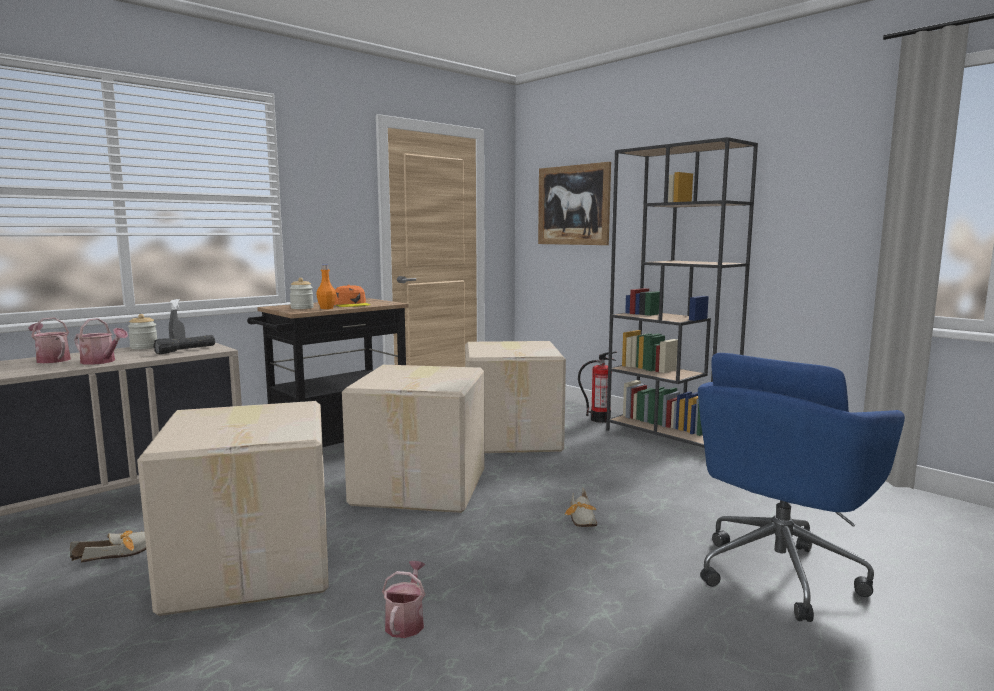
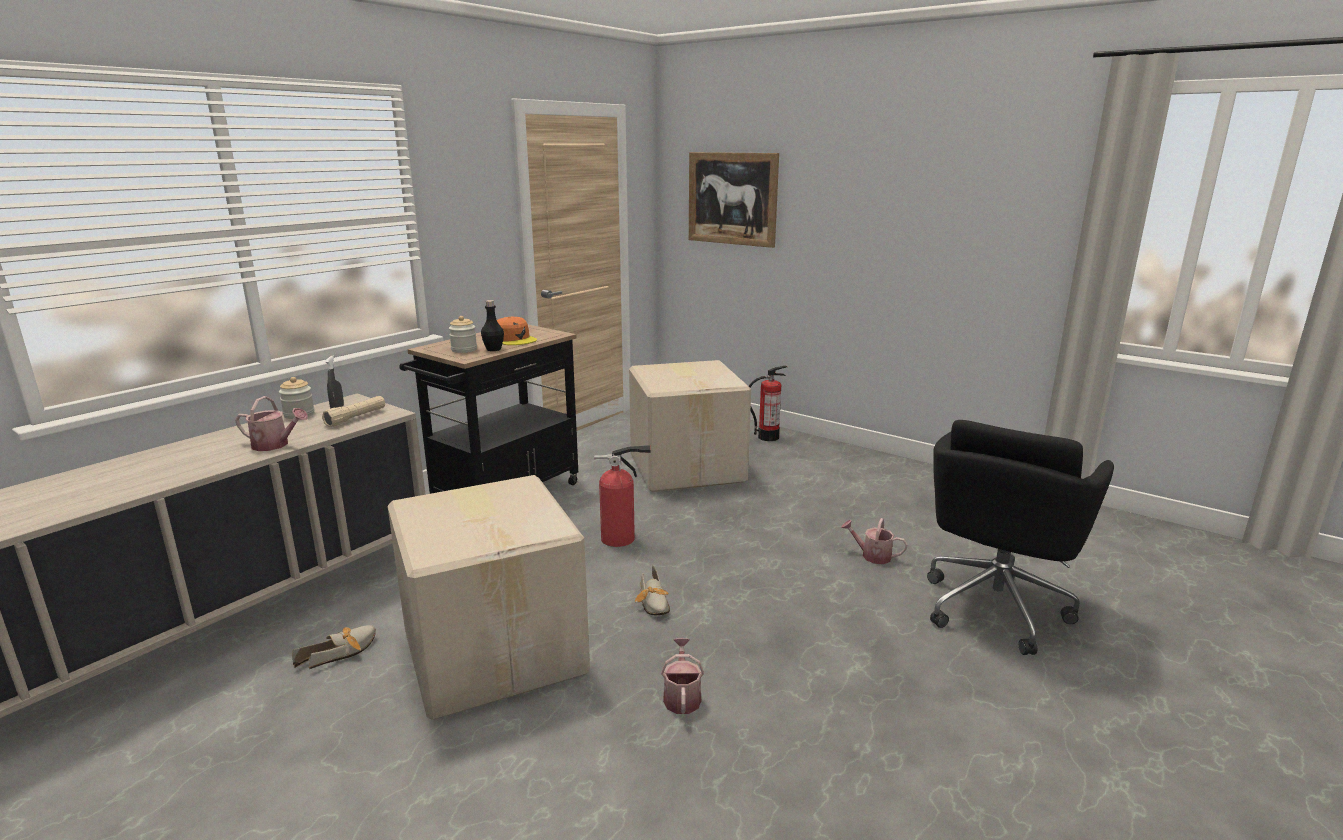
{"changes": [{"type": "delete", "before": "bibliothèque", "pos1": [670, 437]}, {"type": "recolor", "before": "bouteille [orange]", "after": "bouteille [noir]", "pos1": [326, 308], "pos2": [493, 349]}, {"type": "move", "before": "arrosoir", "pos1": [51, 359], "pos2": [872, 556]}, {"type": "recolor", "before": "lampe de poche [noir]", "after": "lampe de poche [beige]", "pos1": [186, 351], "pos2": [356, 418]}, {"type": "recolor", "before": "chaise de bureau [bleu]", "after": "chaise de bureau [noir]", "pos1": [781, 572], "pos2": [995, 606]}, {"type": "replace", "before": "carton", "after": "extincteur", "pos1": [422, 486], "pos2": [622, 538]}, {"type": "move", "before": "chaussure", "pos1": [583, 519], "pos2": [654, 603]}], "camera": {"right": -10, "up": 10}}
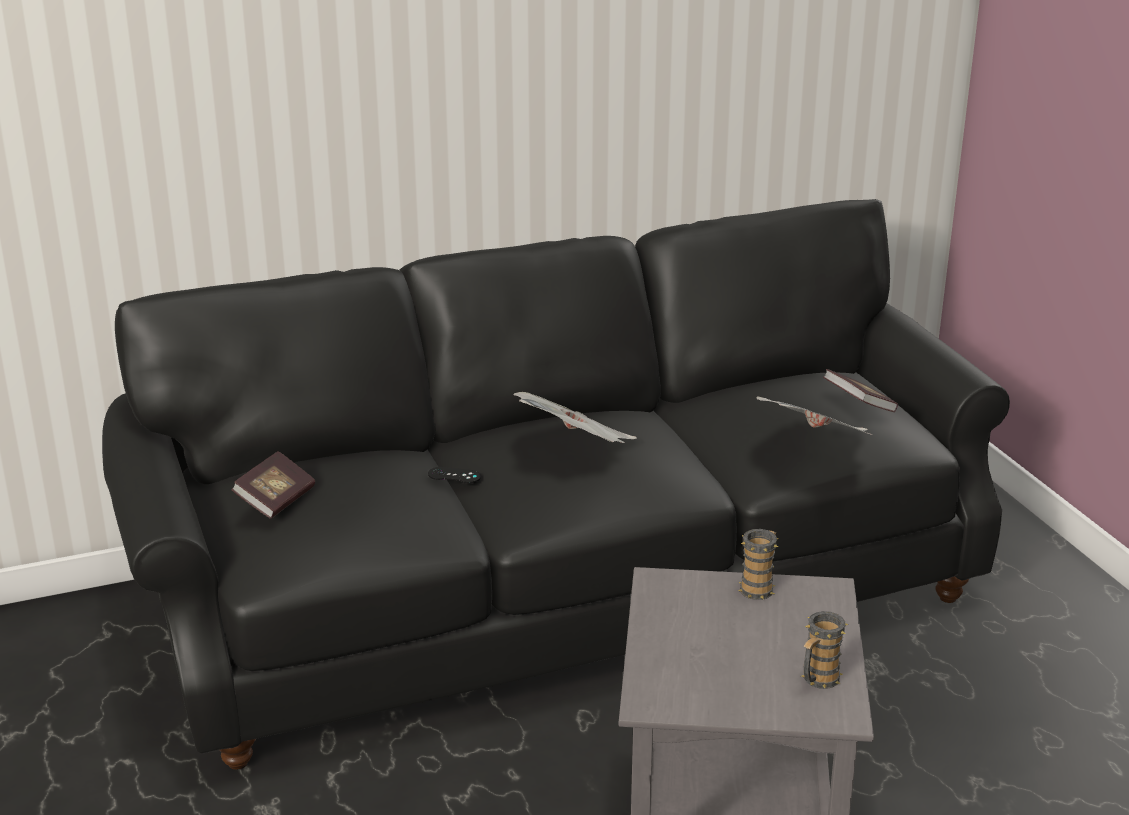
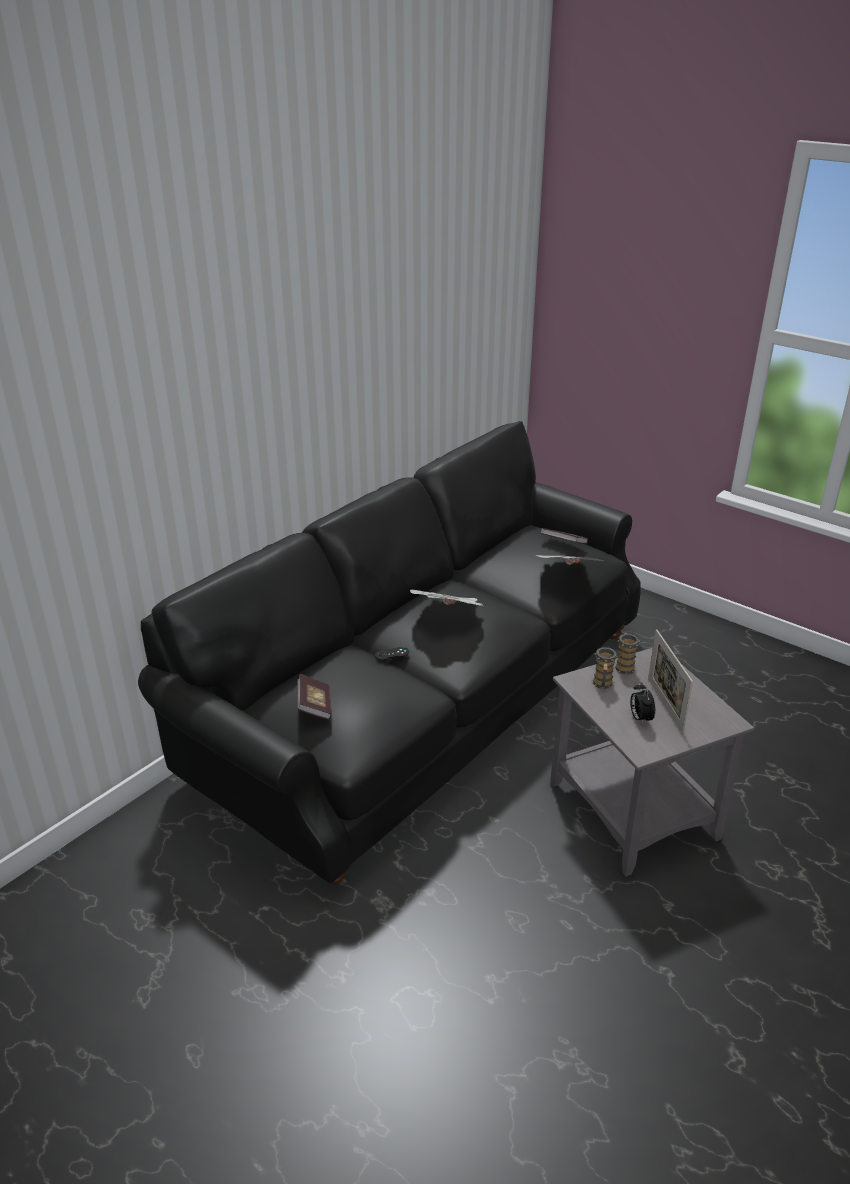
{"changes": [{"type": "move", "before": "mug", "pos1": [817, 681], "pos2": [602, 685]}, {"type": "insert", "after": "cadre photo", "pos2": [665, 705]}, {"type": "insert", "after": "réveil", "pos2": [640, 718]}], "camera": {"right": -30, "up": 5}}
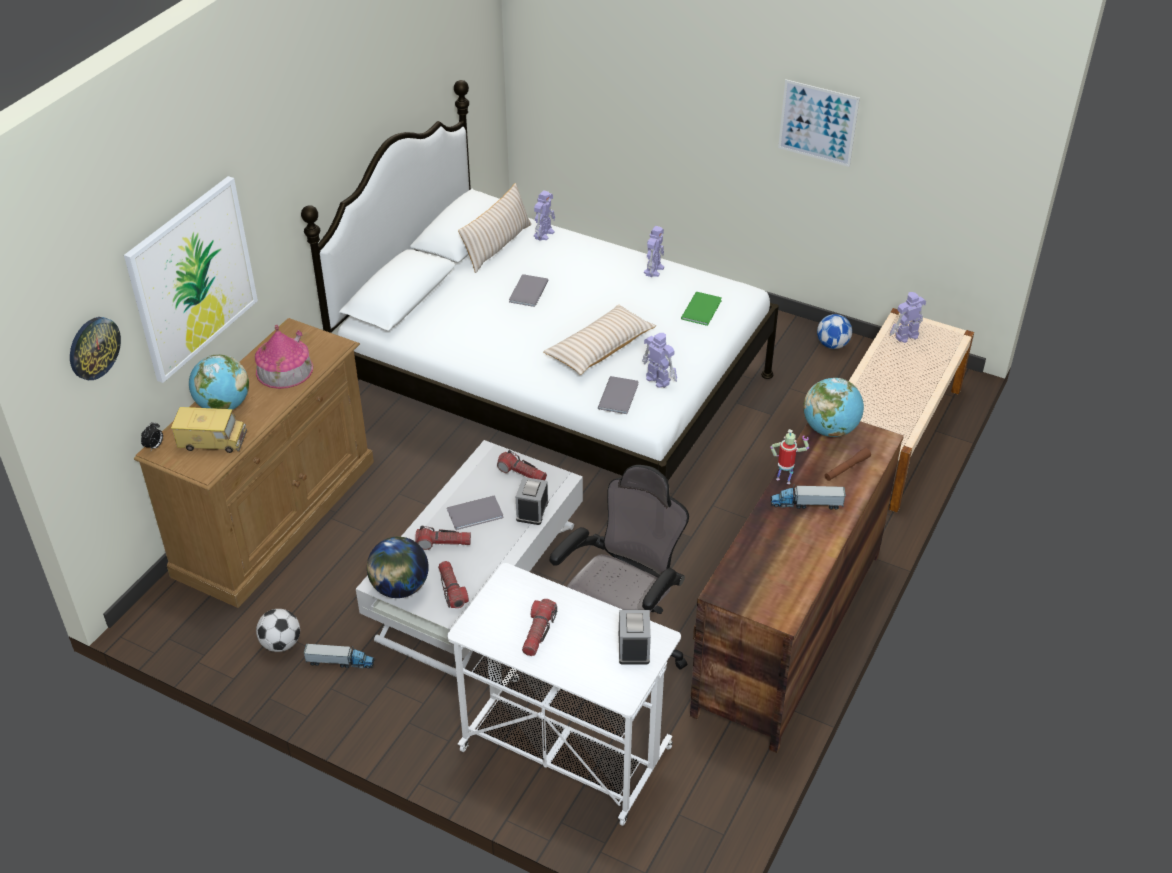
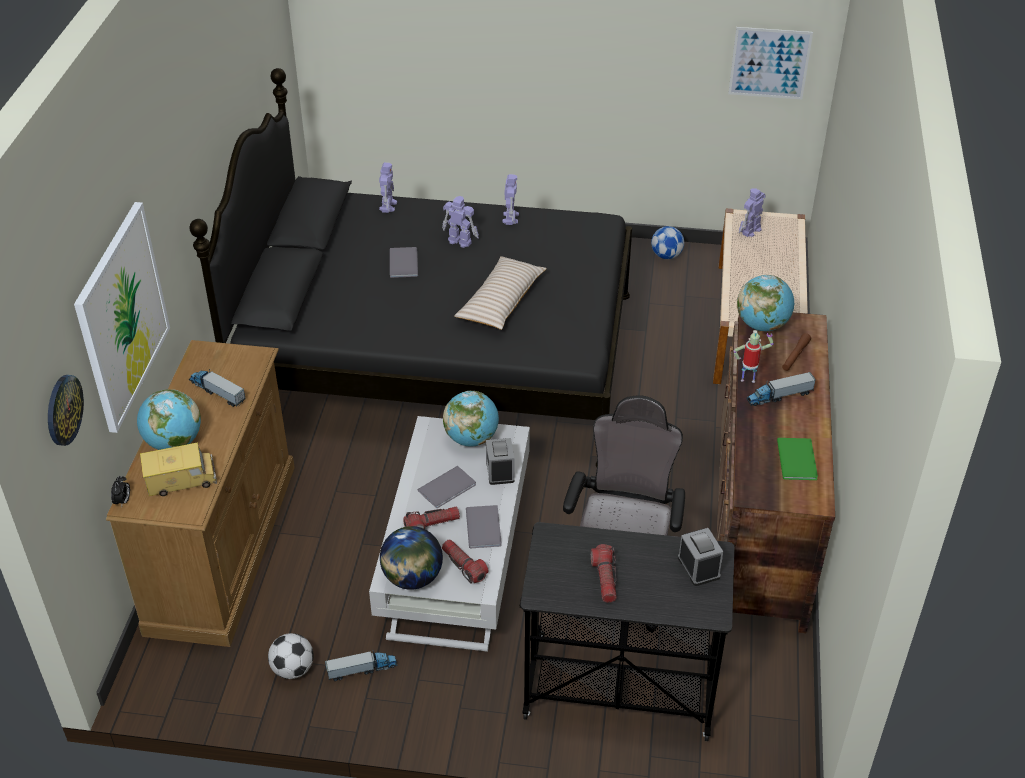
{"changes": [{"type": "recolor", "before": "lit [blanc]", "after": "lit [noir]", "pos1": [556, 395], "pos2": [440, 360]}, {"type": "move", "before": "tableau", "pos1": [818, 123], "pos2": [769, 63]}, {"type": "delete", "before": "coussin [beige]", "pos1": [497, 246]}, {"type": "move", "before": "livre [vert]", "pos1": [703, 309], "pos2": [798, 459]}, {"type": "replace", "before": "maison miniature", "after": "camion jouet", "pos1": [284, 370], "pos2": [217, 392]}, {"type": "move", "before": "robot jouet", "pos1": [657, 379], "pos2": [459, 241]}, {"type": "move", "before": "livre [gris]", "pos1": [620, 395], "pos2": [485, 526]}, {"type": "replace", "before": "lampe de poche", "after": "globe", "pos1": [522, 473], "pos2": [471, 438]}, {"type": "recolor", "before": "bureau [blanc]", "after": "bureau [noir]", "pos1": [564, 749], "pos2": [618, 687]}], "camera": {"right": -20, "up": 0}}
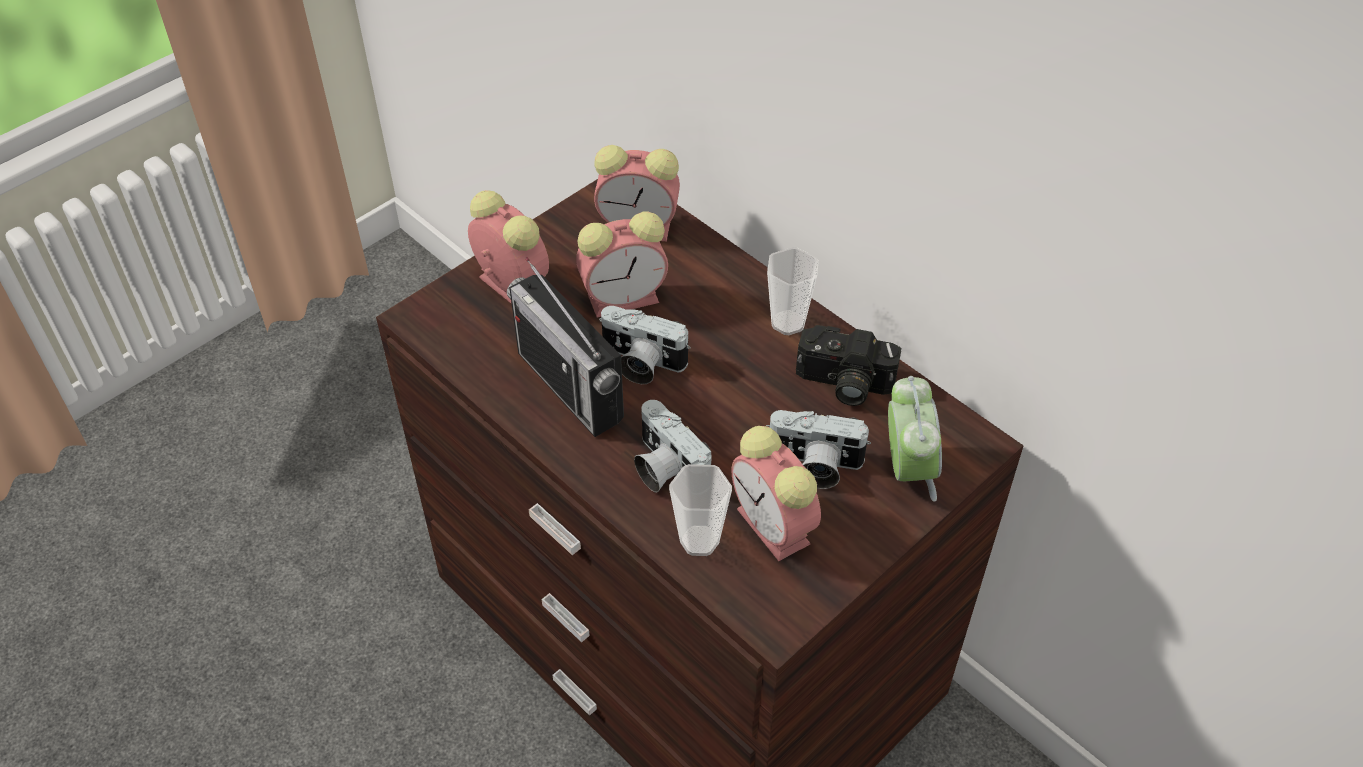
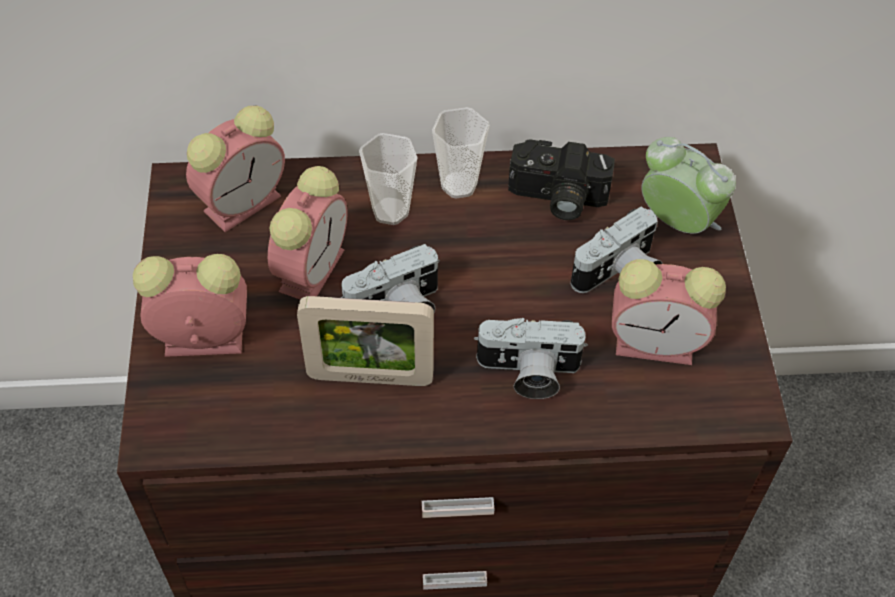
{"changes": [{"type": "replace", "before": "radio", "after": "cadre photo", "pos1": [570, 386], "pos2": [370, 377]}, {"type": "rotate", "before": "appareil photo", "pos1": [843, 384], "pos2": [556, 198], "turn": 45}, {"type": "move", "before": "tasse", "pos1": [699, 541], "pos2": [390, 211]}], "camera": {"right": -50, "up": 5}}
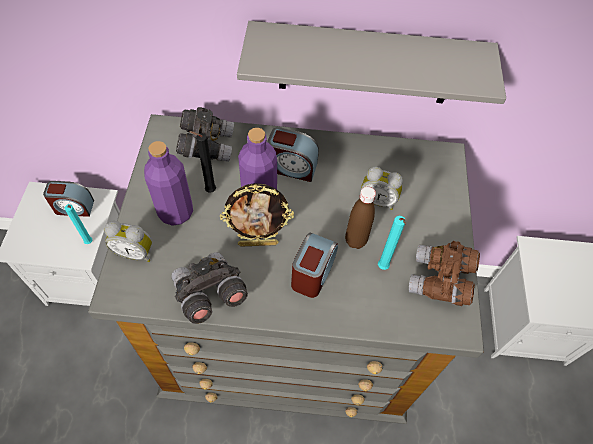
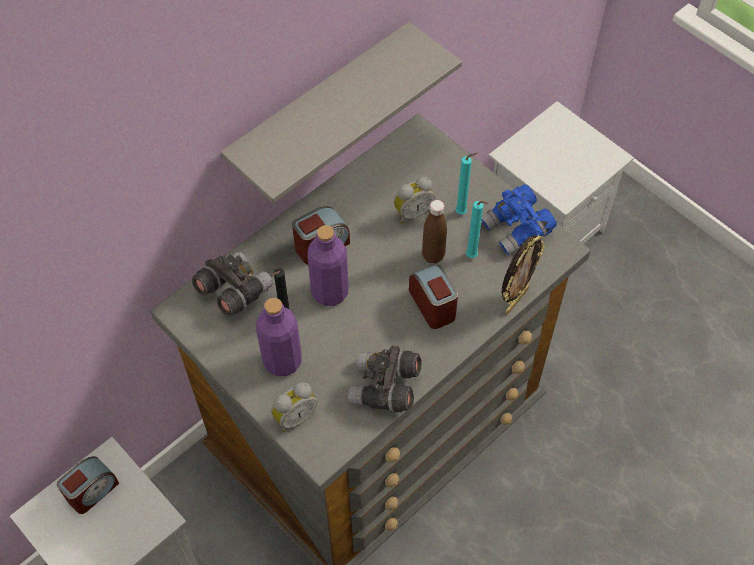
{"changes": [{"type": "move", "before": "cadre photo", "pos1": [258, 243], "pos2": [515, 300]}, {"type": "move", "before": "bougie [turquoise]", "pos1": [89, 243], "pos2": [463, 212]}, {"type": "recolor", "before": "jumelles [marron]", "after": "jumelles [bleu]", "pos1": [440, 281], "pos2": [517, 229]}], "camera": {"right": -45, "up": 0}}
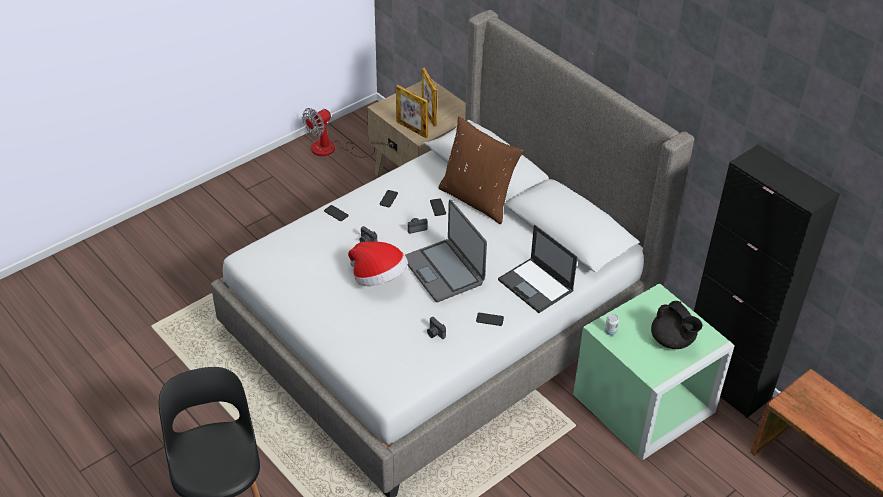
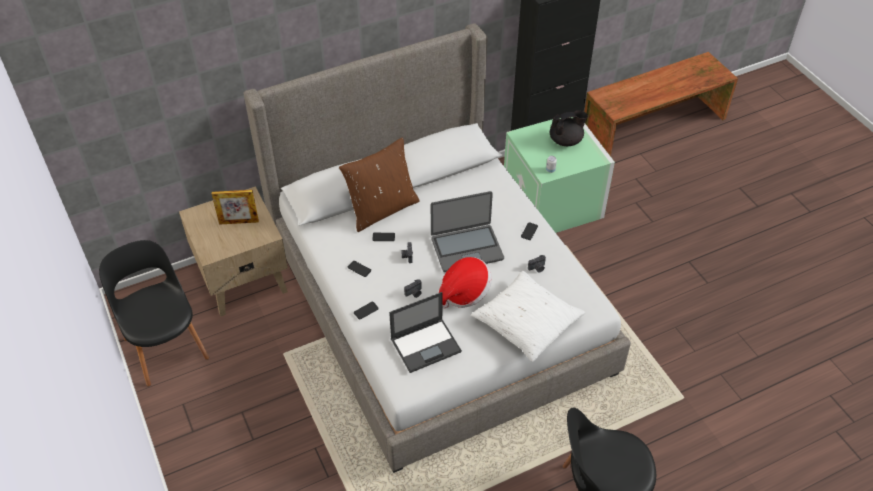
{"changes": [{"type": "delete", "before": "cadre photo", "pos1": [412, 129]}, {"type": "replace", "before": "ventilateur", "after": "chaise [noir]", "pos1": [332, 149], "pos2": [165, 345]}, {"type": "move", "before": "ordinateur portable", "pos1": [536, 286], "pos2": [426, 345]}, {"type": "insert", "after": "coussin [blanc]", "pos2": [526, 322]}], "camera": {"right": -75, "up": 5}}
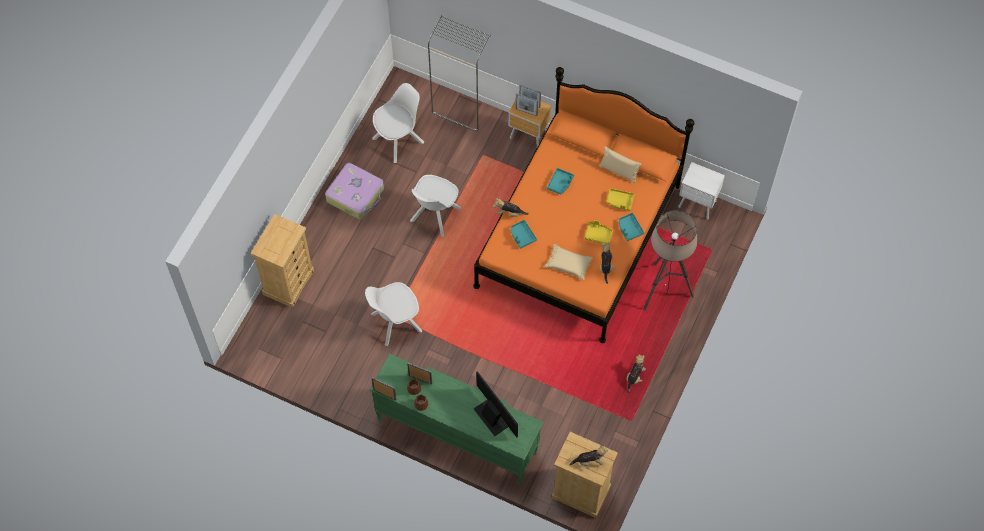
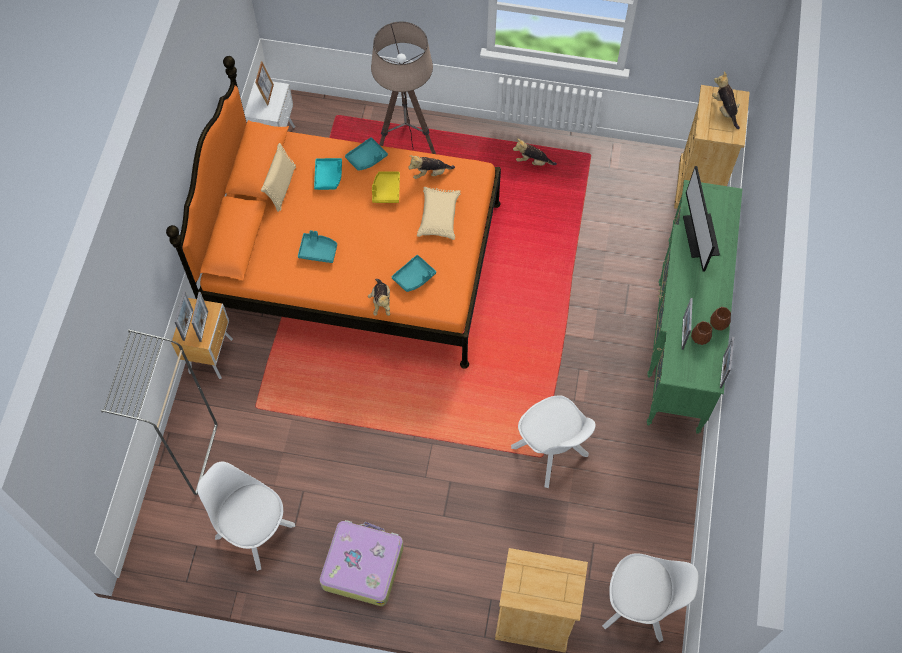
{"changes": [{"type": "move", "before": "chaise [blanc]", "pos1": [435, 215], "pos2": [638, 606]}, {"type": "recolor", "before": "plateau [jaune]", "after": "plateau [turquoise]", "pos1": [620, 201], "pos2": [328, 176]}, {"type": "rotate", "before": "écran d'ordinateur", "pos1": [493, 416], "pos2": [700, 236], "turn": -45}, {"type": "insert", "after": "cadre photo", "pos2": [267, 94]}], "camera": {"right": -105, "up": 0}}
